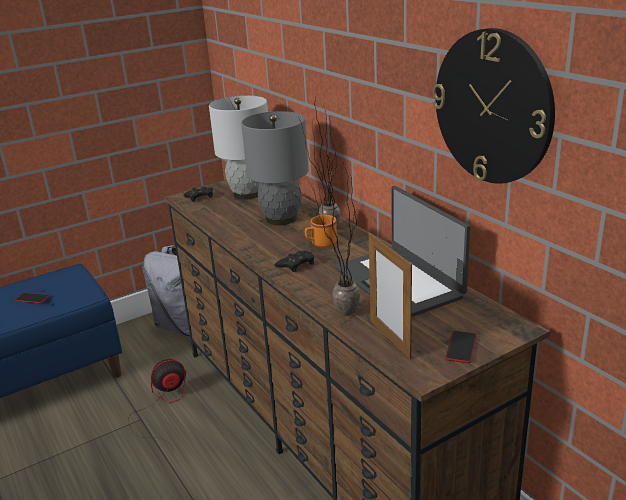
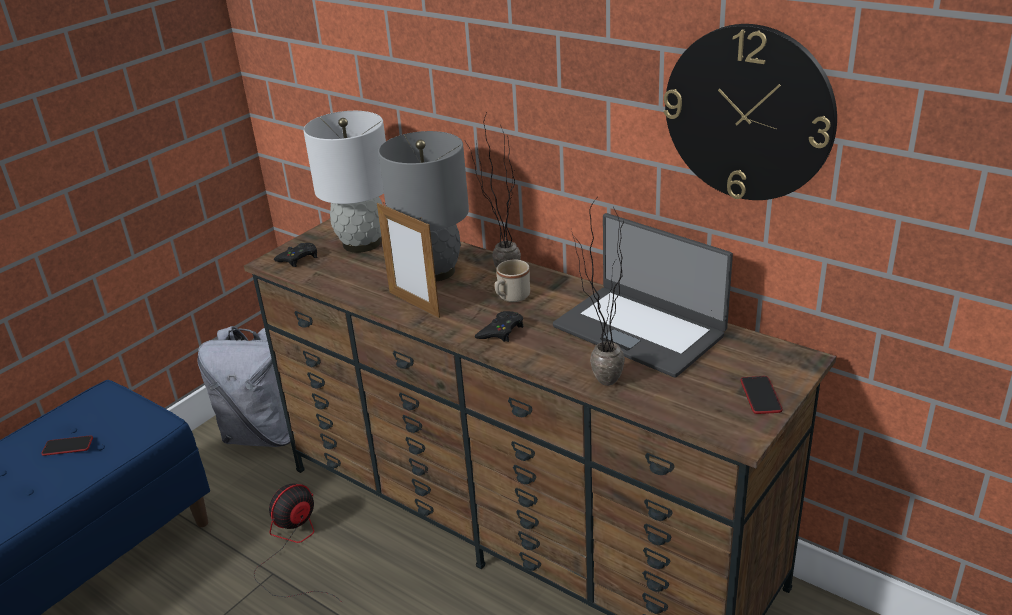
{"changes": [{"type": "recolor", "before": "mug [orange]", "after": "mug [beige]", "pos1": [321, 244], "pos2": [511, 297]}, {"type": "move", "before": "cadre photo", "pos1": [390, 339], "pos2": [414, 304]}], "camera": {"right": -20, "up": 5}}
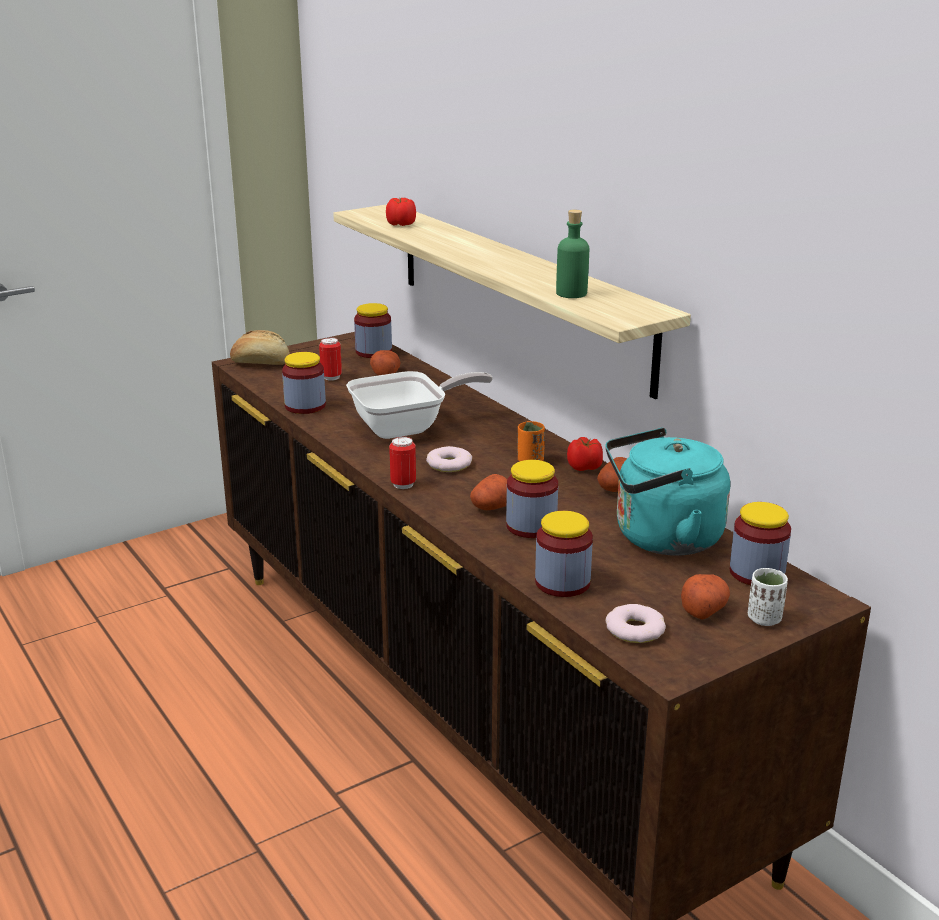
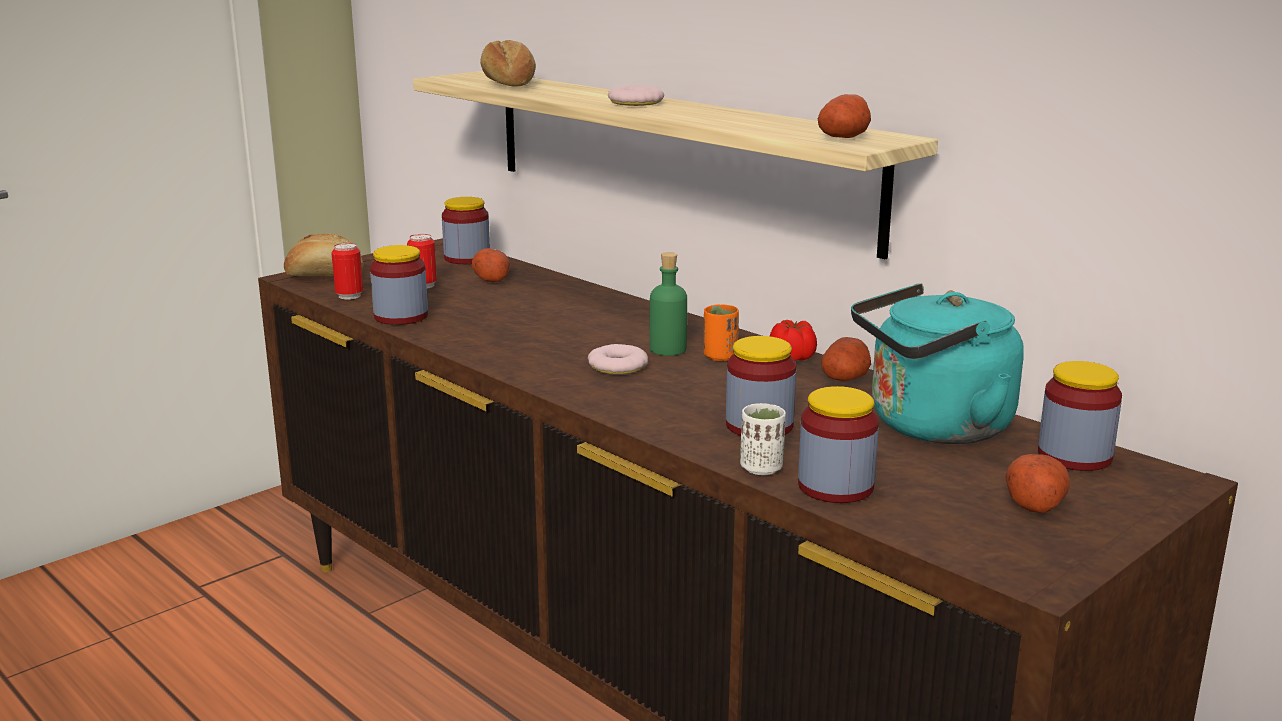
{"changes": [{"type": "replace", "before": "tomate", "after": "pain", "pos1": [401, 224], "pos2": [508, 84]}, {"type": "move", "before": "bouteille [vert]", "pos1": [571, 293], "pos2": [668, 349]}, {"type": "delete", "before": "poêle", "pos1": [407, 428]}, {"type": "move", "before": "boîte métallique", "pos1": [403, 484], "pos2": [349, 296]}, {"type": "move", "before": "pomme de terre", "pos1": [491, 507], "pos2": [843, 137]}, {"type": "move", "before": "tasse [blanc]", "pos1": [764, 619], "pos2": [761, 468]}, {"type": "move", "before": "beignet", "pos1": [635, 629], "pos2": [635, 102]}], "camera": {"right": -10, "up": -5}}
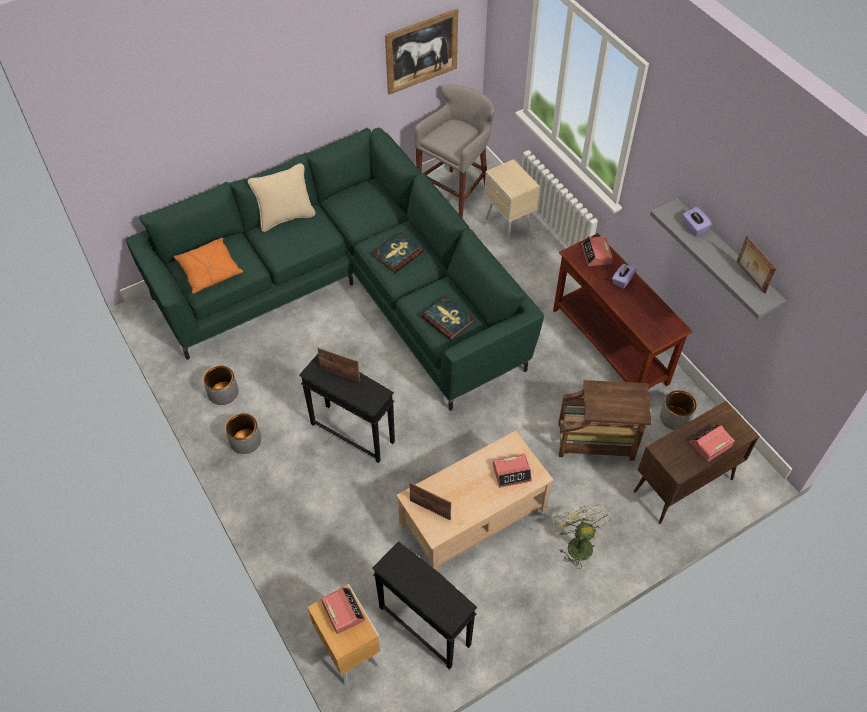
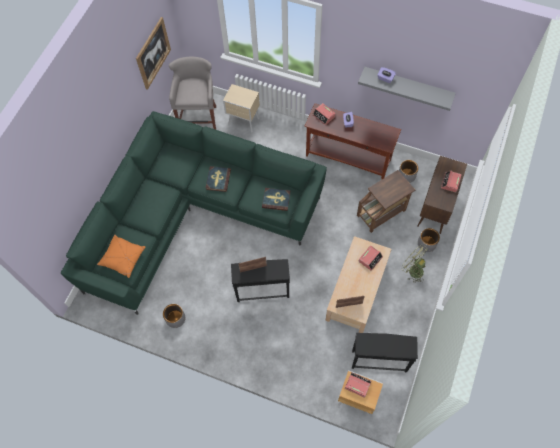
{"changes": [{"type": "delete", "before": "coussin [beige]", "pos1": [285, 217]}, {"type": "delete", "before": "cadre photo", "pos1": [750, 277]}, {"type": "move", "before": "cache-pot [gris]", "pos1": [245, 441], "pos2": [426, 243]}], "camera": {"right": -35, "up": 10}}
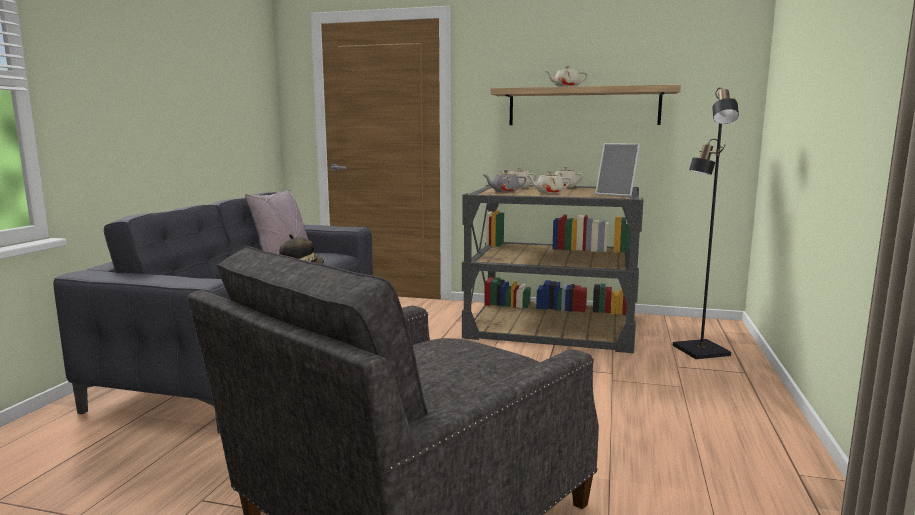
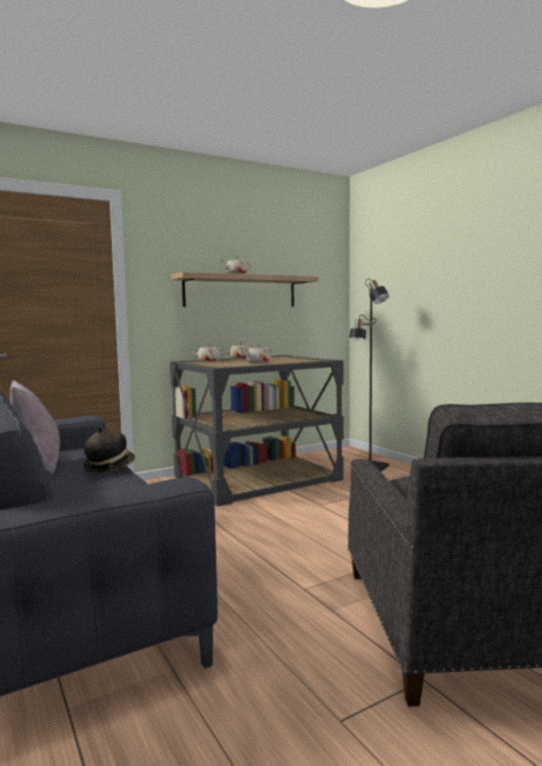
{"changes": [{"type": "delete", "before": "cadre photo", "pos1": [617, 195]}, {"type": "delete", "before": "théière [gris]", "pos1": [504, 191]}], "camera": {"right": -45, "up": -5}}
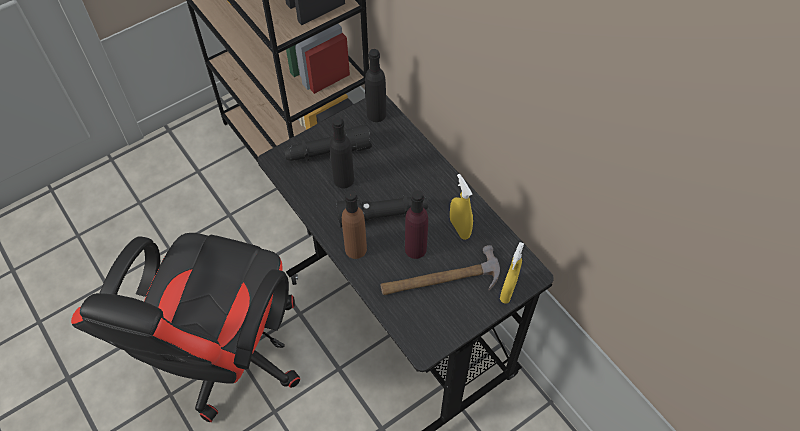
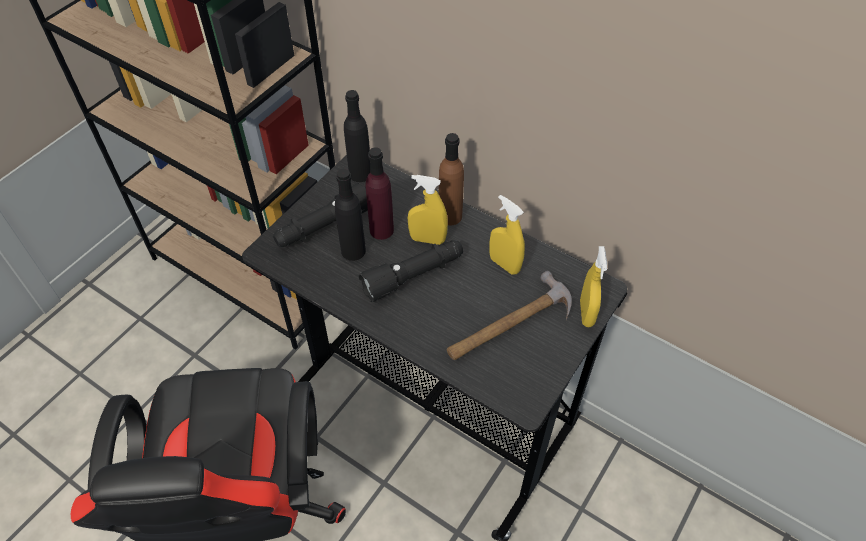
{"changes": [{"type": "move", "before": "bouteille [marron]", "pos1": [356, 249], "pos2": [450, 216]}, {"type": "move", "before": "bouteille [violet]", "pos1": [415, 249], "pos2": [381, 230]}, {"type": "insert", "after": "vaporisateur [jaune]", "pos2": [427, 239]}], "camera": {"right": -20, "up": -5}}
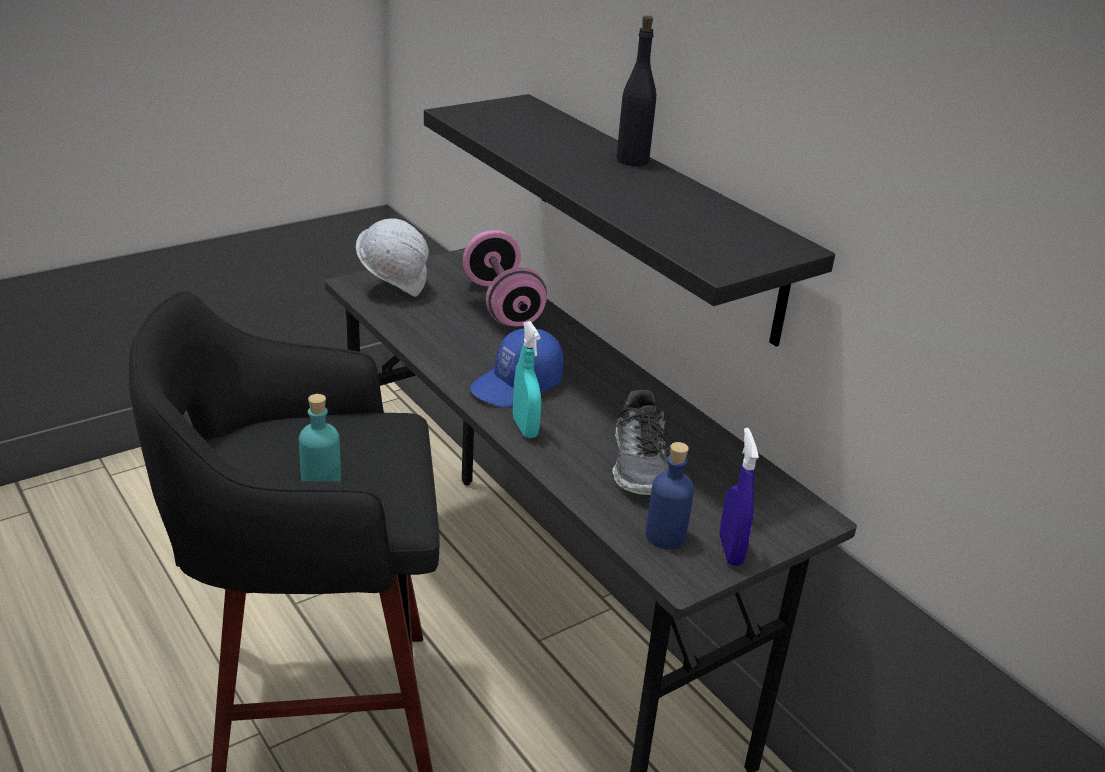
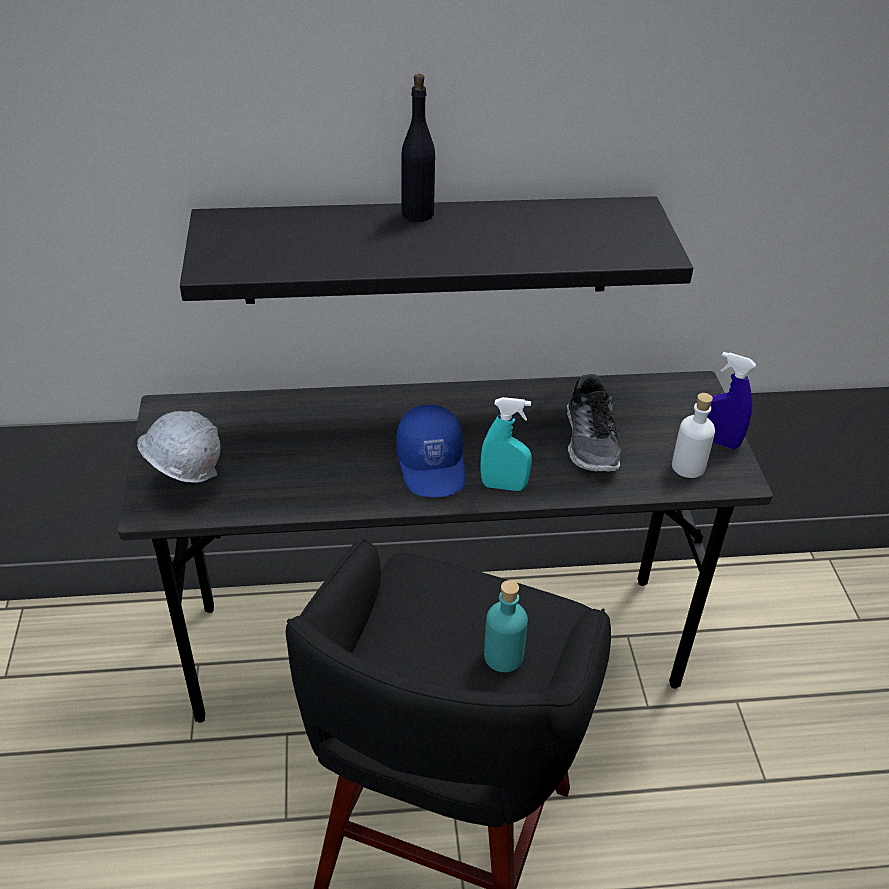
{"changes": [{"type": "delete", "before": "haltère [rose]", "pos1": [502, 304]}, {"type": "rotate", "before": "chaussure", "pos1": [640, 464], "pos2": [591, 441], "turn": 60}, {"type": "recolor", "before": "bouteille [bleu]", "after": "bouteille [blanc]", "pos1": [665, 536], "pos2": [688, 466]}], "camera": {"right": -60, "up": 10}}
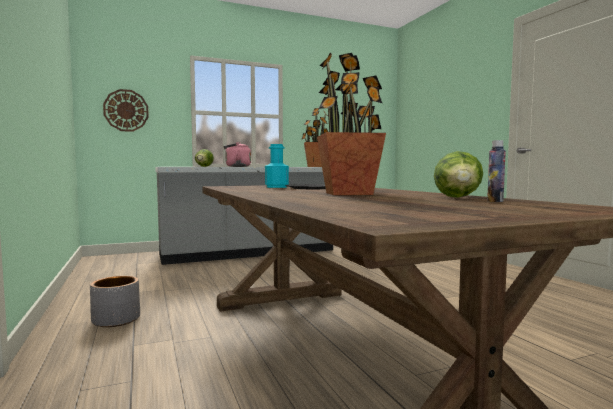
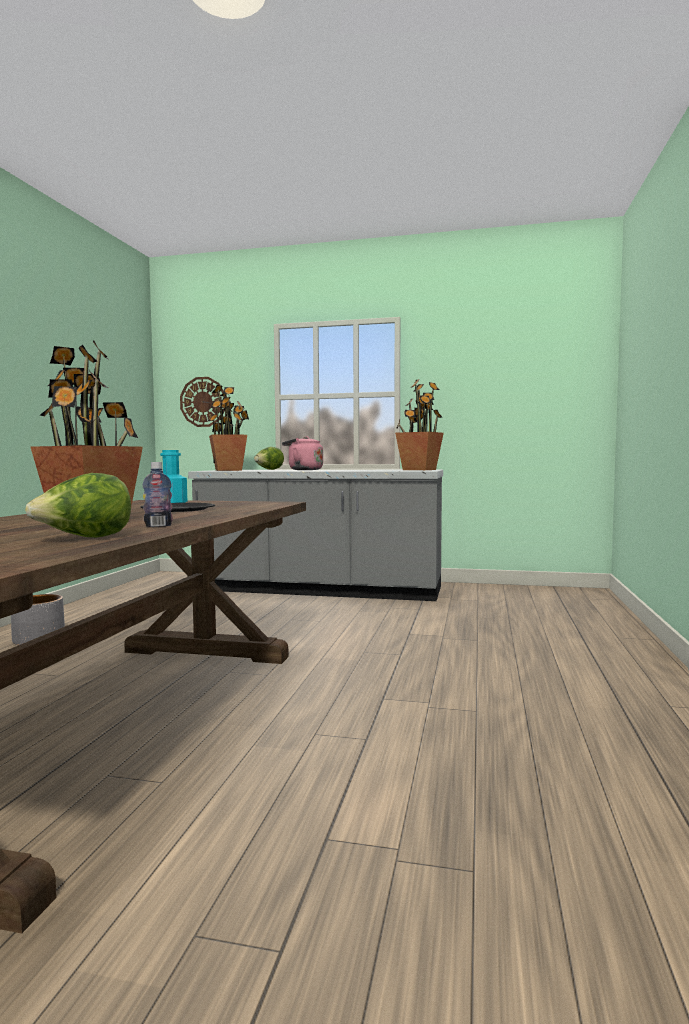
{"changes": [{"type": "move", "before": "bouteille", "pos1": [495, 201], "pos2": [158, 526]}, {"type": "insert", "after": "plante en pot", "pos2": [229, 470]}], "camera": {"right": 35, "up": 0}}
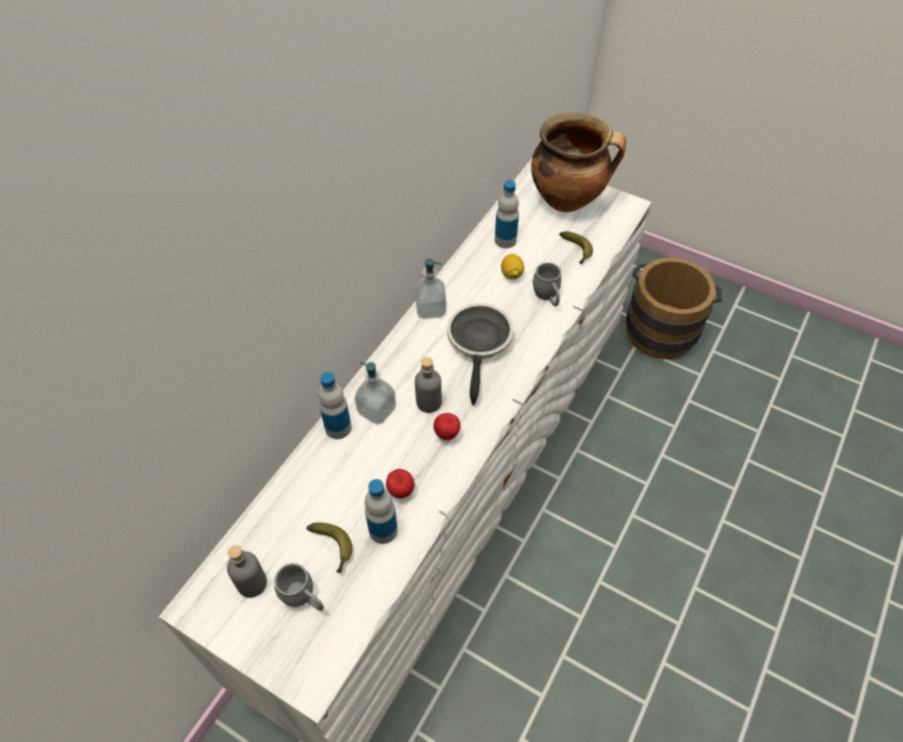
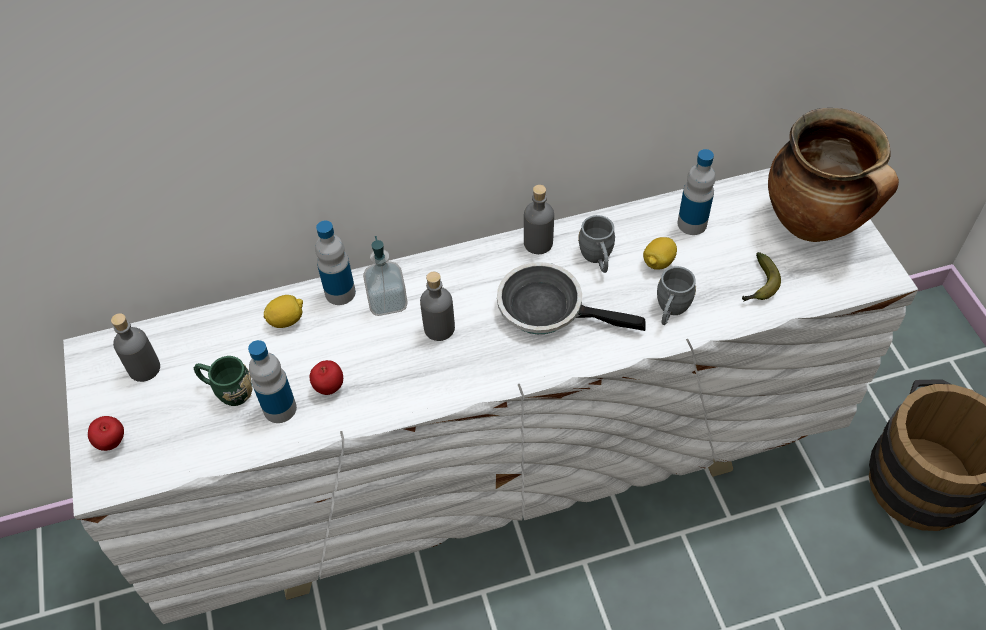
{"changes": [{"type": "replace", "before": "distributeur de savon", "after": "bouteille [gris]", "pos1": [431, 309], "pos2": [538, 243]}, {"type": "rotate", "before": "poêle", "pos1": [480, 343], "pos2": [548, 308], "turn": -120}, {"type": "move", "before": "pomme", "pos1": [447, 434], "pos2": [112, 443]}, {"type": "replace", "before": "banane", "after": "mug [vert]", "pos1": [333, 548], "pos2": [227, 391]}, {"type": "move", "before": "mug [gris]", "pos1": [304, 598], "pos2": [597, 259]}, {"type": "insert", "after": "citron", "pos2": [287, 320]}], "camera": {"right": 45, "up": 0}}
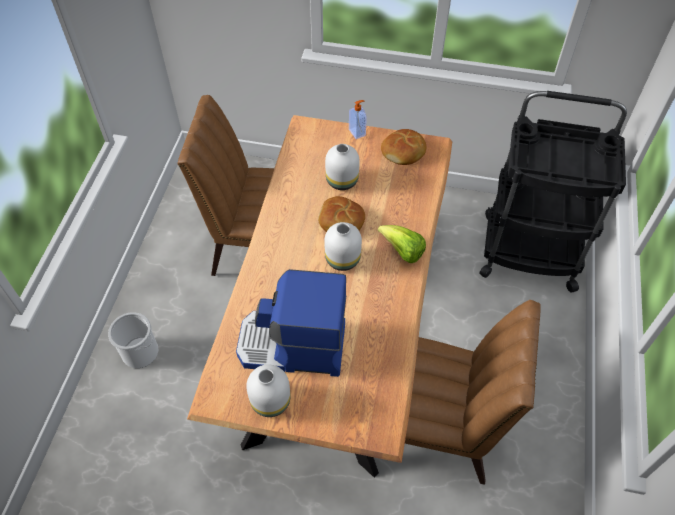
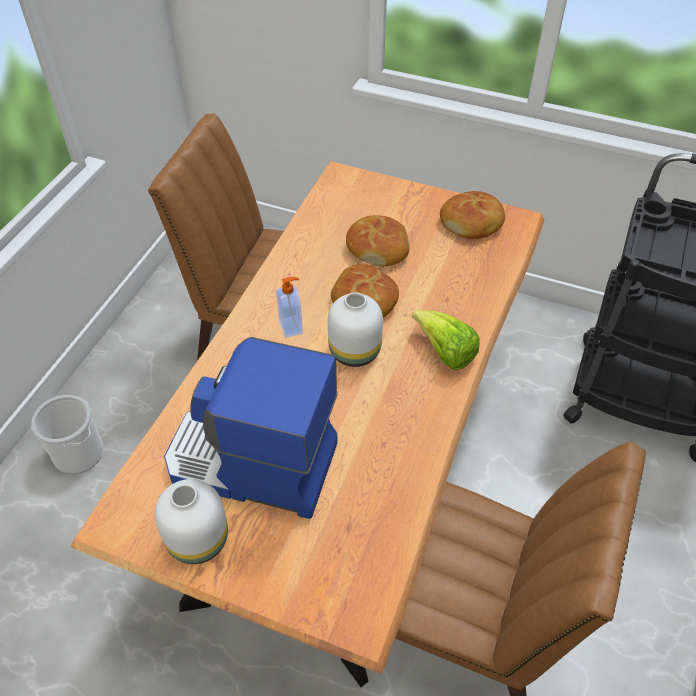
{"changes": [{"type": "move", "before": "distributeur de savon", "pos1": [357, 132], "pos2": [292, 326]}, {"type": "replace", "before": "vase [blanc]", "after": "pain", "pos1": [342, 180], "pos2": [377, 248]}], "camera": {"right": 10, "up": -5}}
